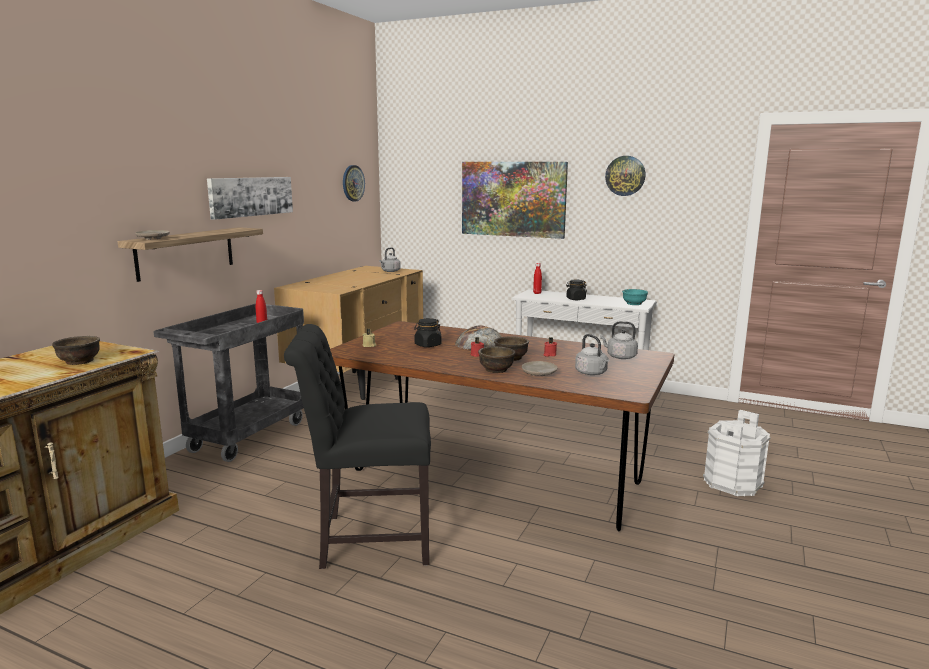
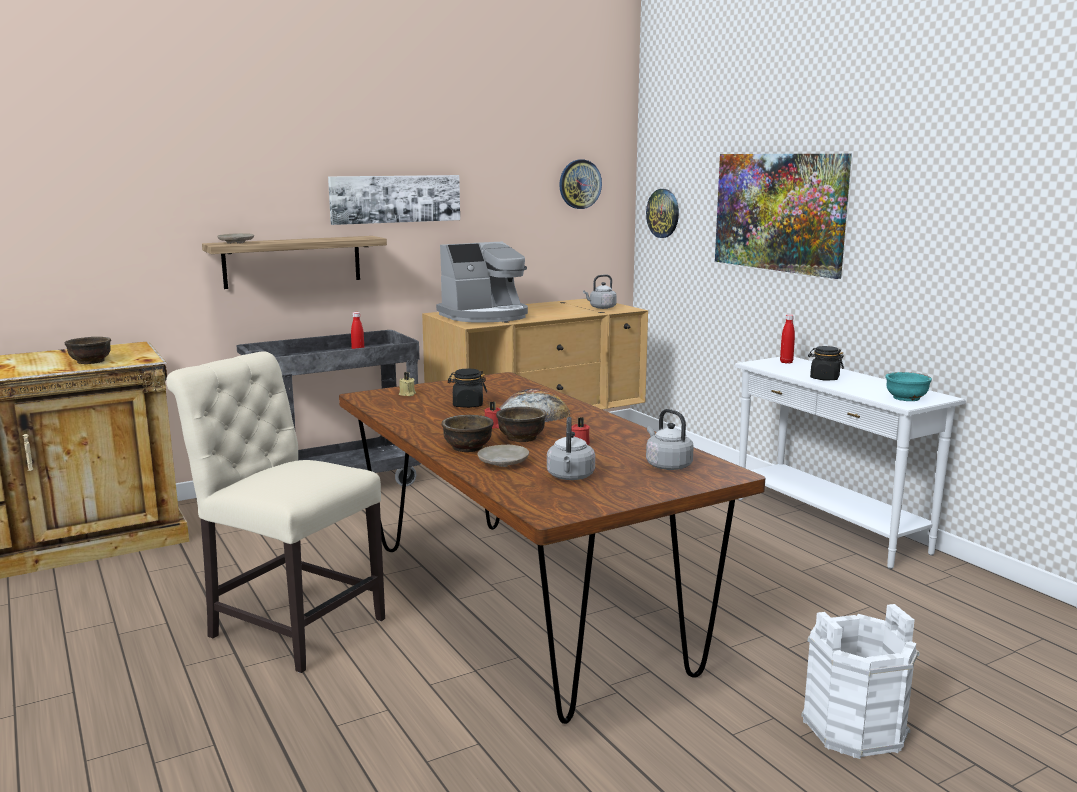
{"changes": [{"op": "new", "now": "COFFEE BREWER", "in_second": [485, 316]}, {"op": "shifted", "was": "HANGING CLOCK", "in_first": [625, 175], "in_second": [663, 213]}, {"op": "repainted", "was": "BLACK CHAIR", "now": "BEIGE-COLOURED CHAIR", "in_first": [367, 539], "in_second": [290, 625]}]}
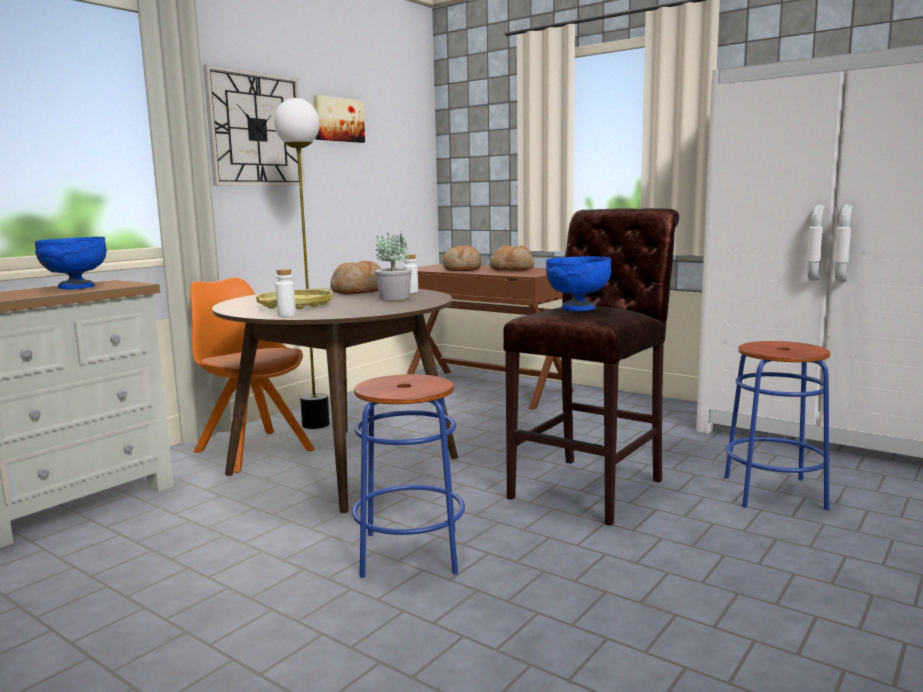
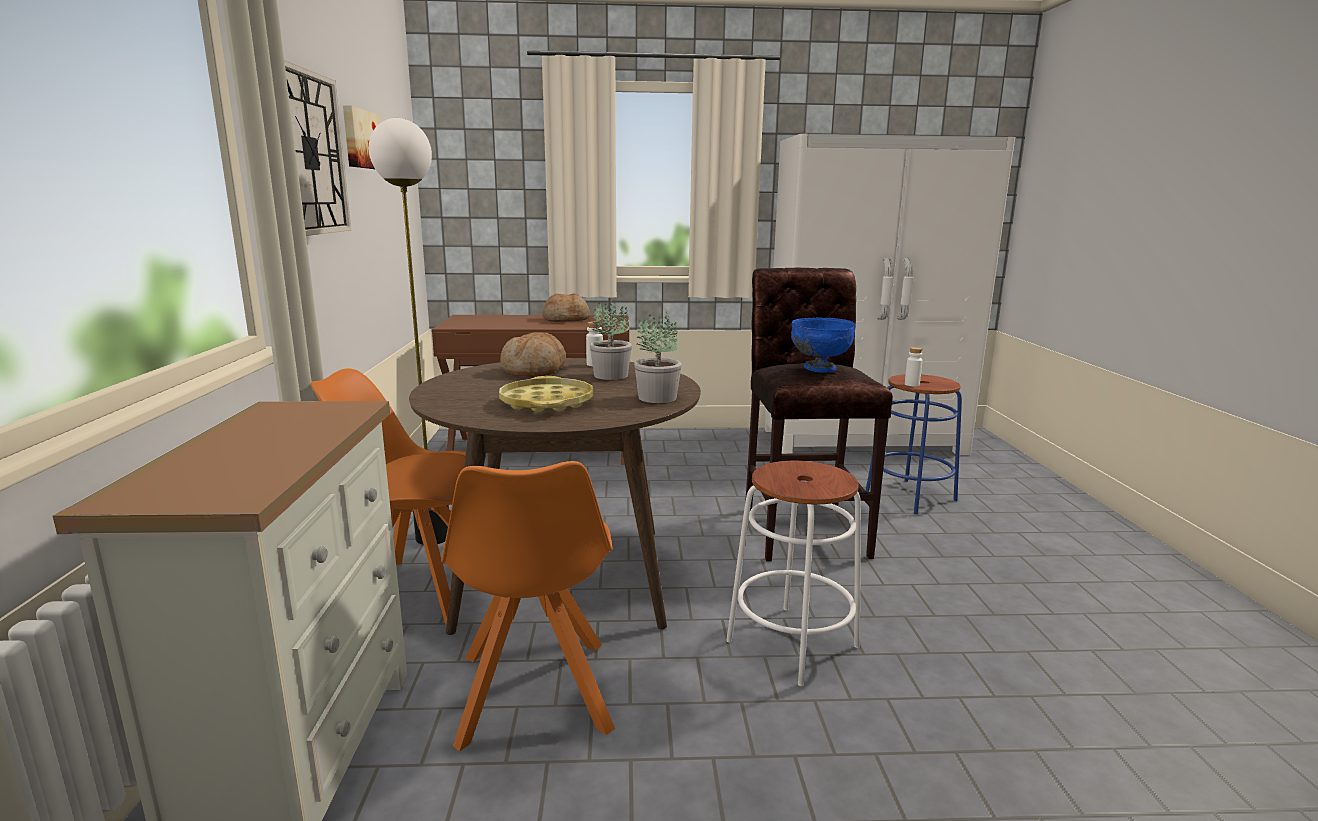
{"changes": [{"op": "gone", "was": "BLUE-COLOURED SERVING BOWL", "in_first": [75, 287]}, {"op": "gone", "was": "BAKERY BREAD", "in_first": [463, 269]}, {"op": "new", "now": "ORANGE CHAIR", "in_second": [533, 695]}, {"op": "new", "now": "HOUSEPLANT", "in_second": [657, 397]}, {"op": "shifted", "was": "WHITE-COLOURED DRINK BOTTLE", "in_first": [286, 315], "in_second": [912, 384]}, {"op": "repainted", "was": "BLUE-COLOURED SITTING STOOL", "now": "WHITE-COLOURED SITTING STOOL", "in_first": [410, 553], "in_second": [792, 643]}]}
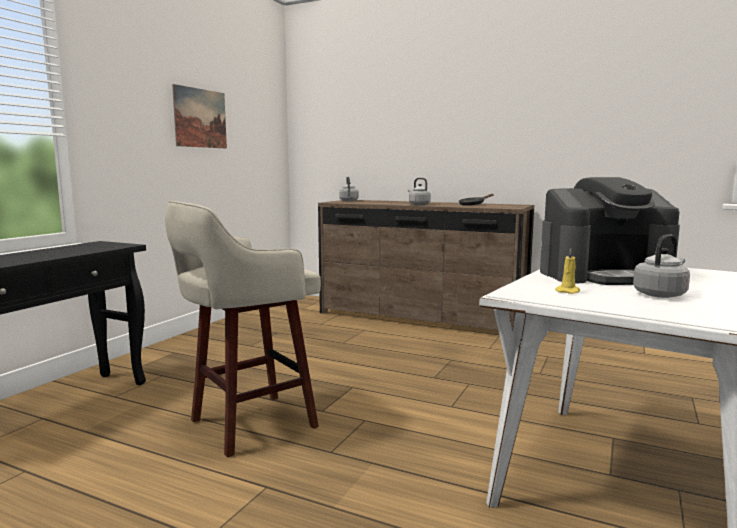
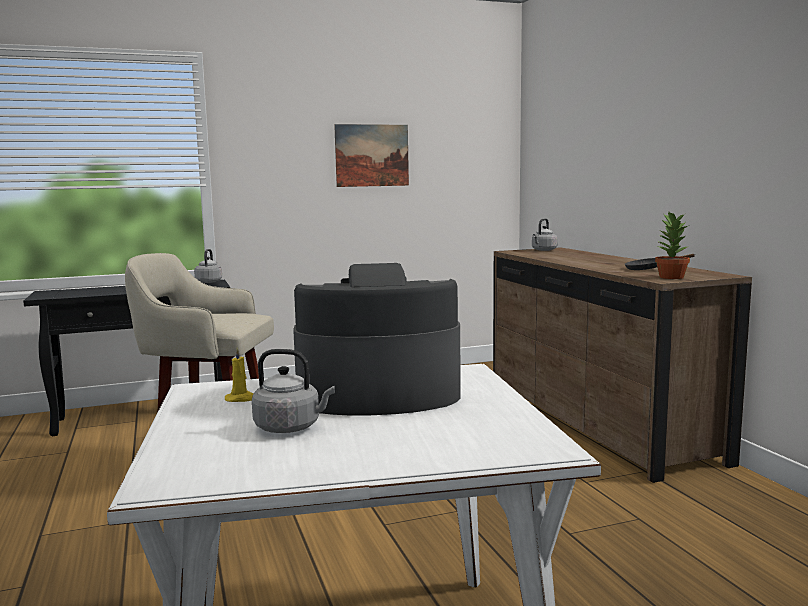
{"changes": [{"op": "new", "now": "HOUSEPLANT", "in_second": [670, 277]}, {"op": "shifted", "was": "GRAY TEA KETTLE", "in_first": [418, 204], "in_second": [209, 281]}, {"op": "rotated", "was": "COFFEE BREWER", "in_first": [604, 275], "in_second": [377, 393], "clockwise": 135}]}
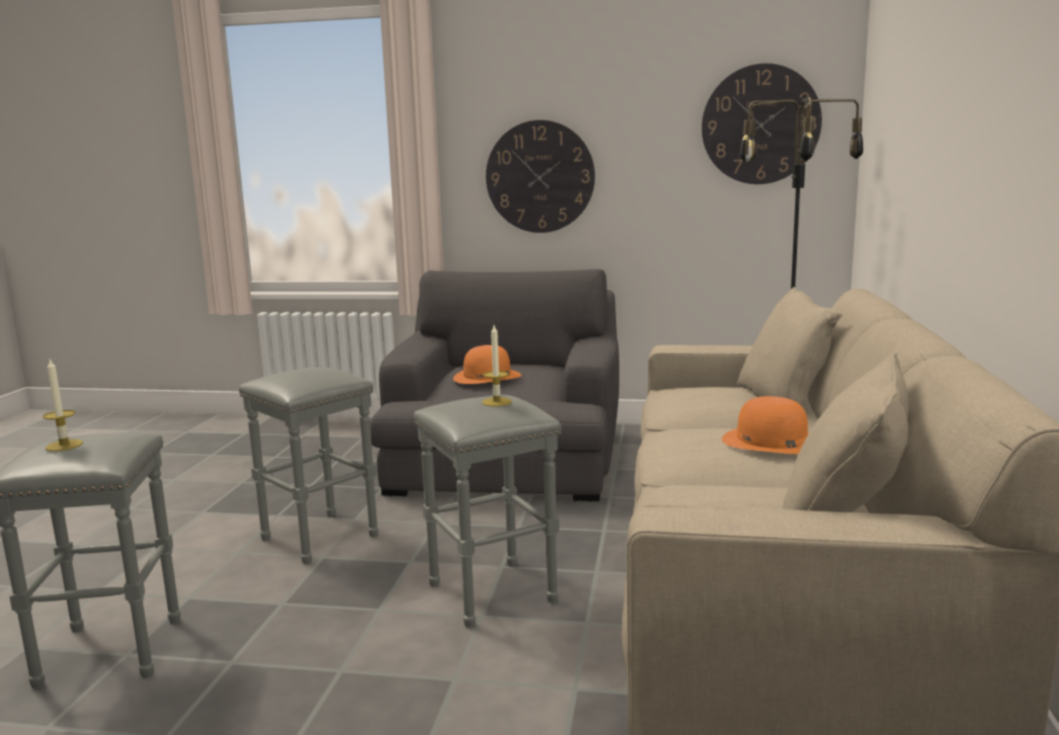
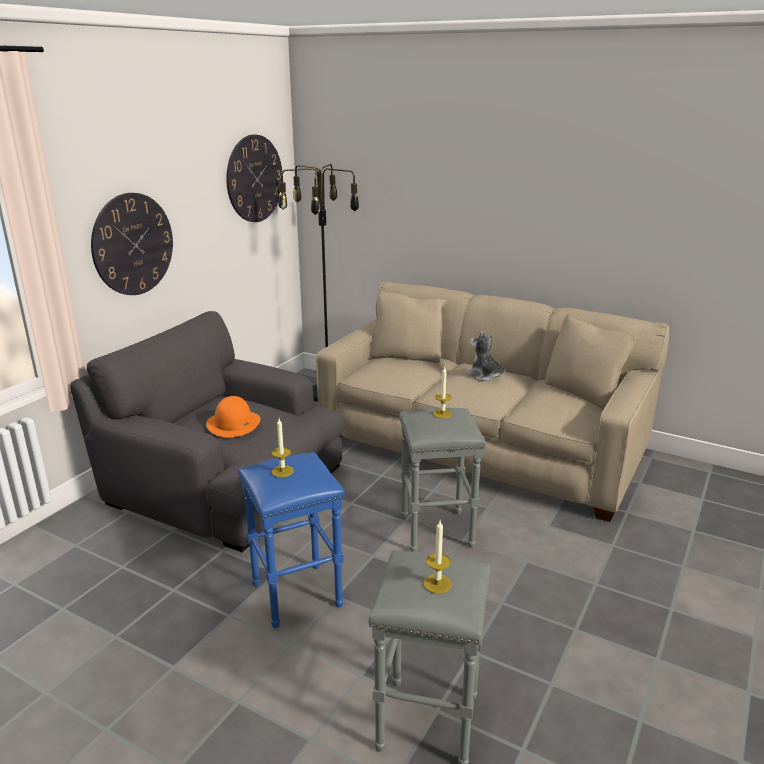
{"changes": [{"op": "new", "now": "CANDLE", "in_second": [282, 471]}, {"op": "swapped", "was": "ORANGE CLOTHING HAT", "now": "CUDDLY TOY", "in_first": [771, 441], "in_second": [484, 376]}, {"op": "repainted", "was": "GRAY SITTING STOOL", "now": "BLUE-COLOURED SITTING STOOL", "in_first": [322, 536], "in_second": [298, 593]}]}
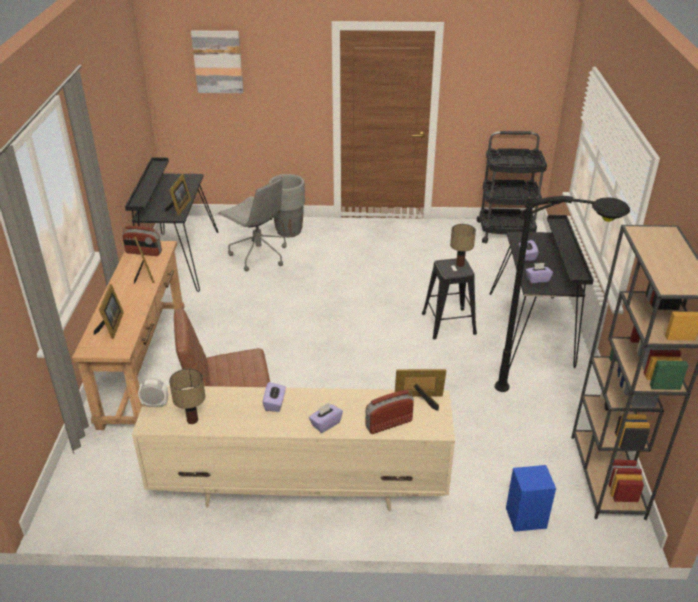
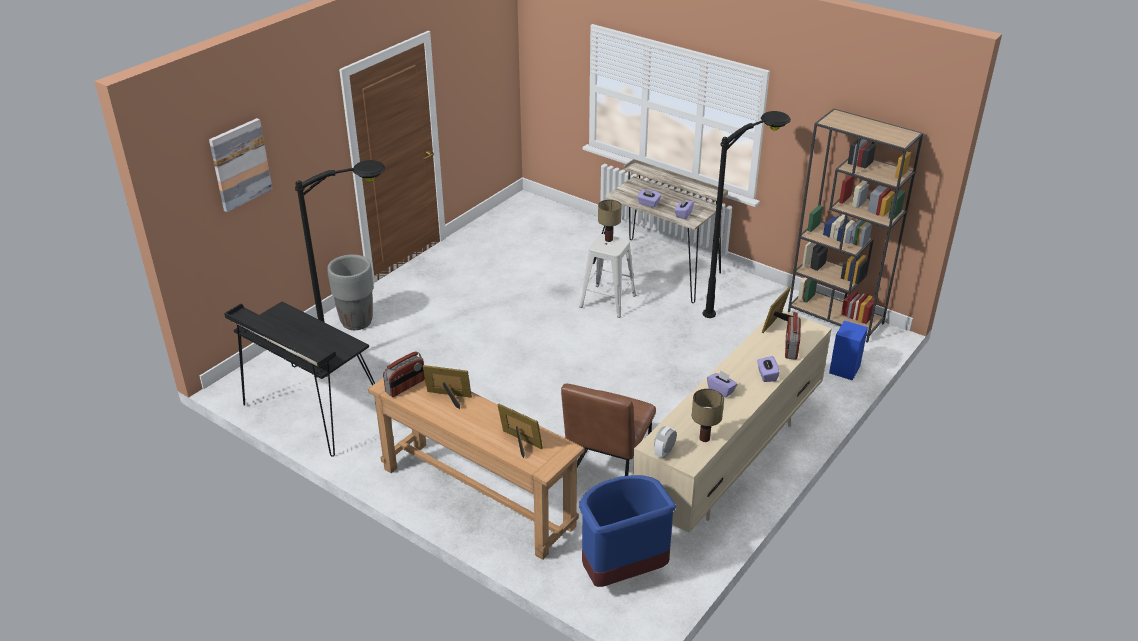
{"changes": [{"op": "gone", "was": "PICTURE FRAME", "in_first": [179, 207]}, {"op": "gone", "was": "BLACK CART", "in_first": [505, 232]}, {"op": "new", "now": "BLUE-COLOURED TRASH CAN", "in_second": [621, 572]}, {"op": "swapped", "was": "GRAY DESK CHAIR", "now": "BLACK FLOOR LAMP", "in_first": [257, 255], "in_second": [373, 358]}, {"op": "repainted", "was": "BLACK SITTING STOOL", "now": "WHITE-COLOURED SITTING STOOL", "in_first": [448, 323], "in_second": [607, 301]}, {"op": "repainted", "was": "BLACK DESK UNIT", "now": "BEIGE-COLOURED DESK UNIT", "in_first": [533, 330], "in_second": [660, 268]}]}
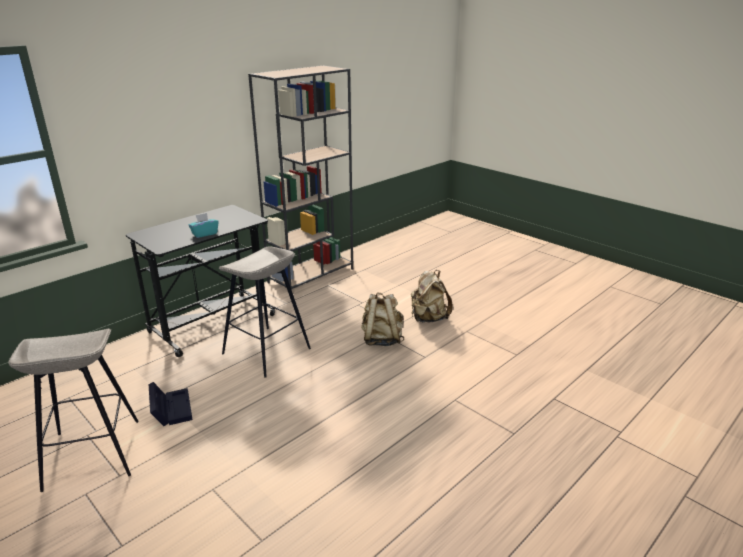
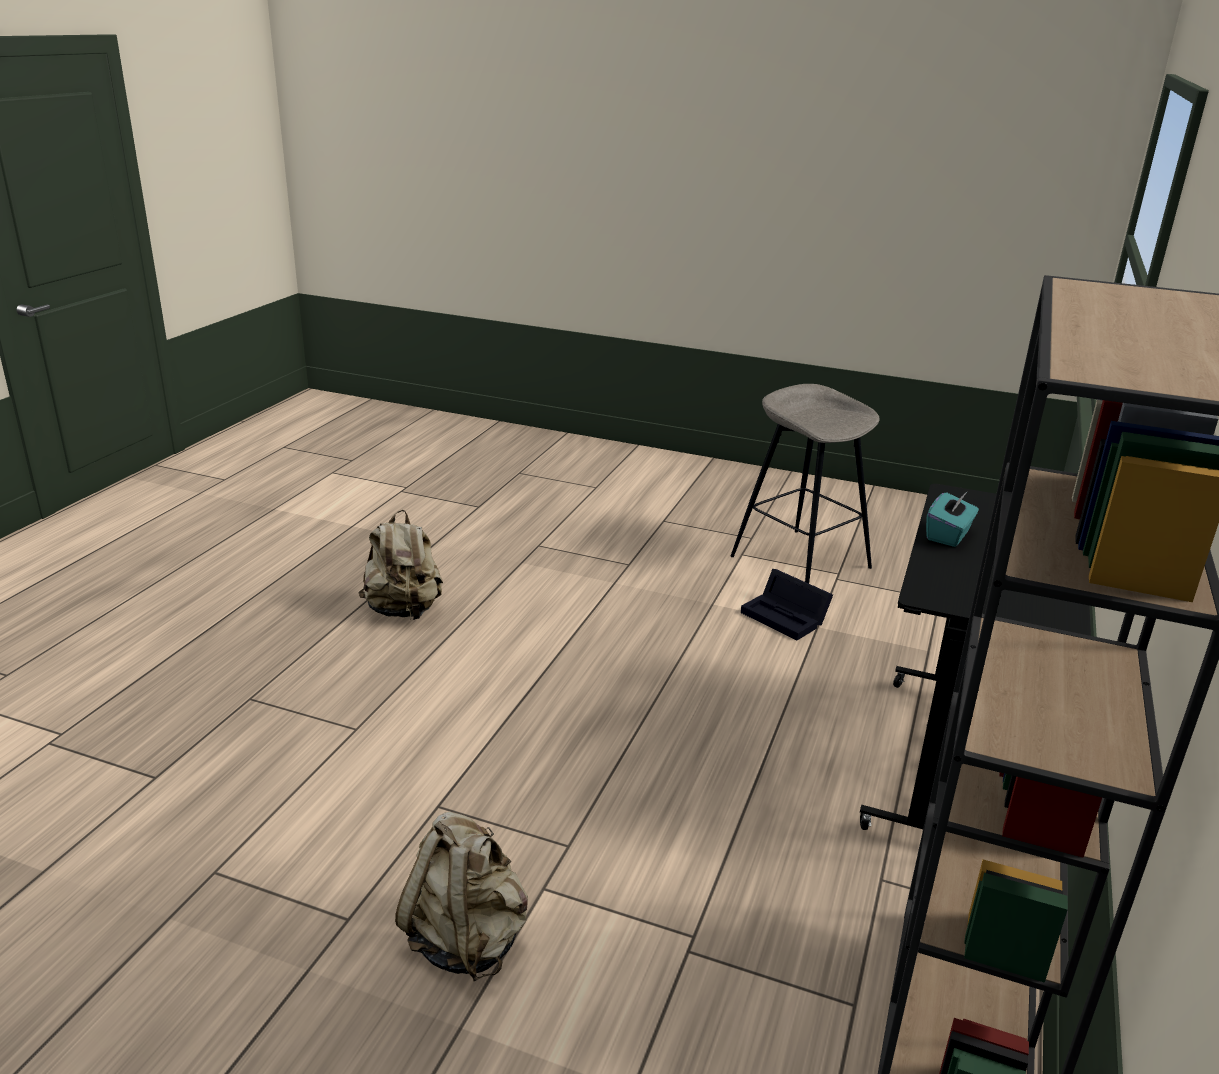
{"changes": [{"op": "gone", "was": "GRAY SITTING STOOL", "in_first": [266, 351]}, {"op": "shifted", "was": "BEIGE-COLOURED BACKPACK", "in_first": [381, 339], "in_second": [404, 610]}]}
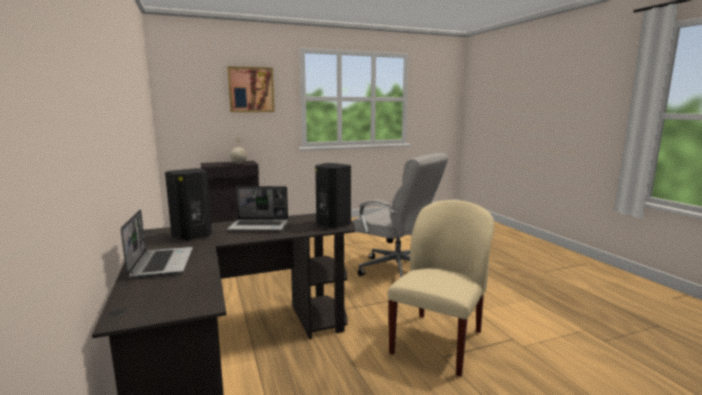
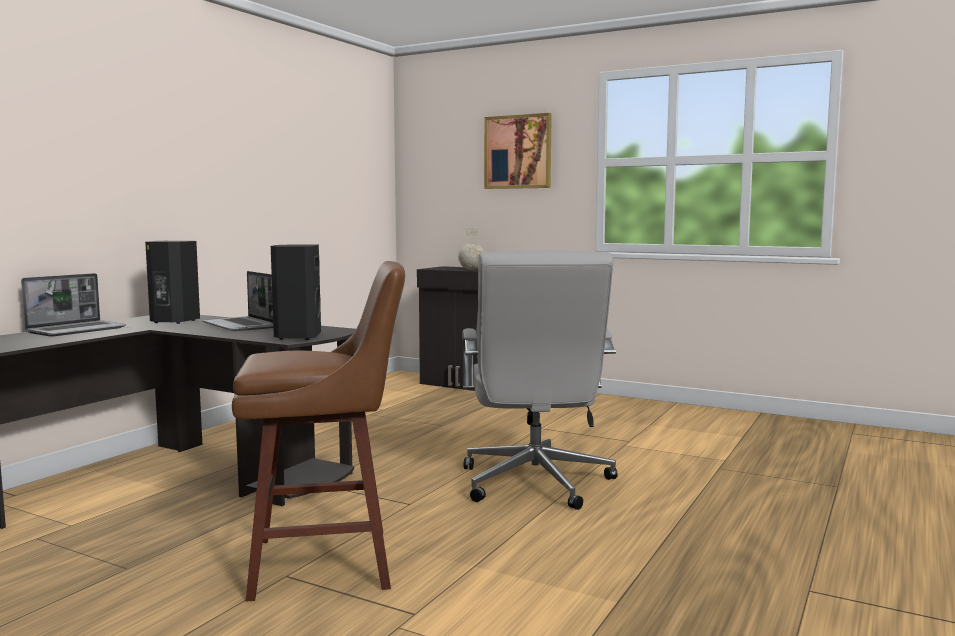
{"changes": [{"op": "swapped", "was": "BEIGE-COLOURED CHAIR", "now": "BROWN SITTING STOOL", "in_first": [438, 341], "in_second": [329, 562]}]}
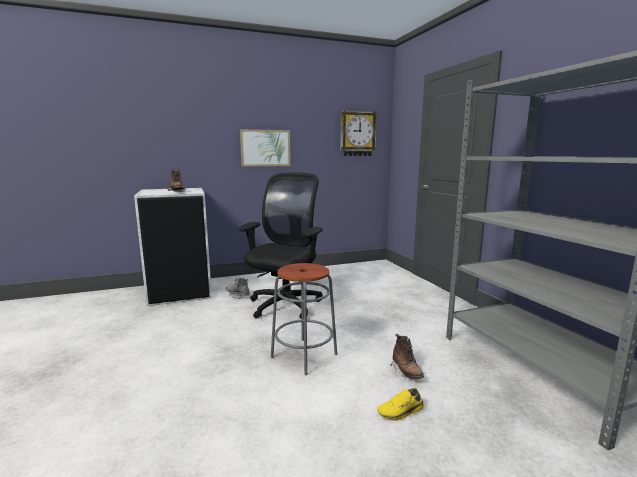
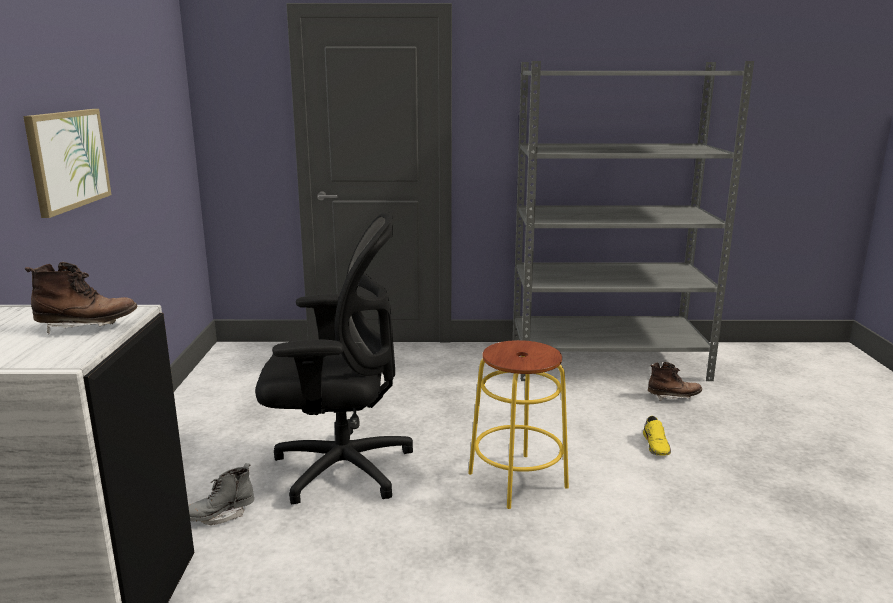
{"changes": [{"op": "gone", "was": "HANGING CLOCK", "in_first": [357, 134]}, {"op": "shifted", "was": "BROWN BOOT", "in_first": [406, 372], "in_second": [673, 397]}, {"op": "repainted", "was": "GRAY SITTING STOOL", "now": "YELLOW-COLOURED SITTING STOOL", "in_first": [304, 355], "in_second": [517, 480]}, {"op": "rotated", "was": "BLACK DESK CHAIR", "in_first": [284, 307], "in_second": [334, 470], "clockwise": 135}]}
